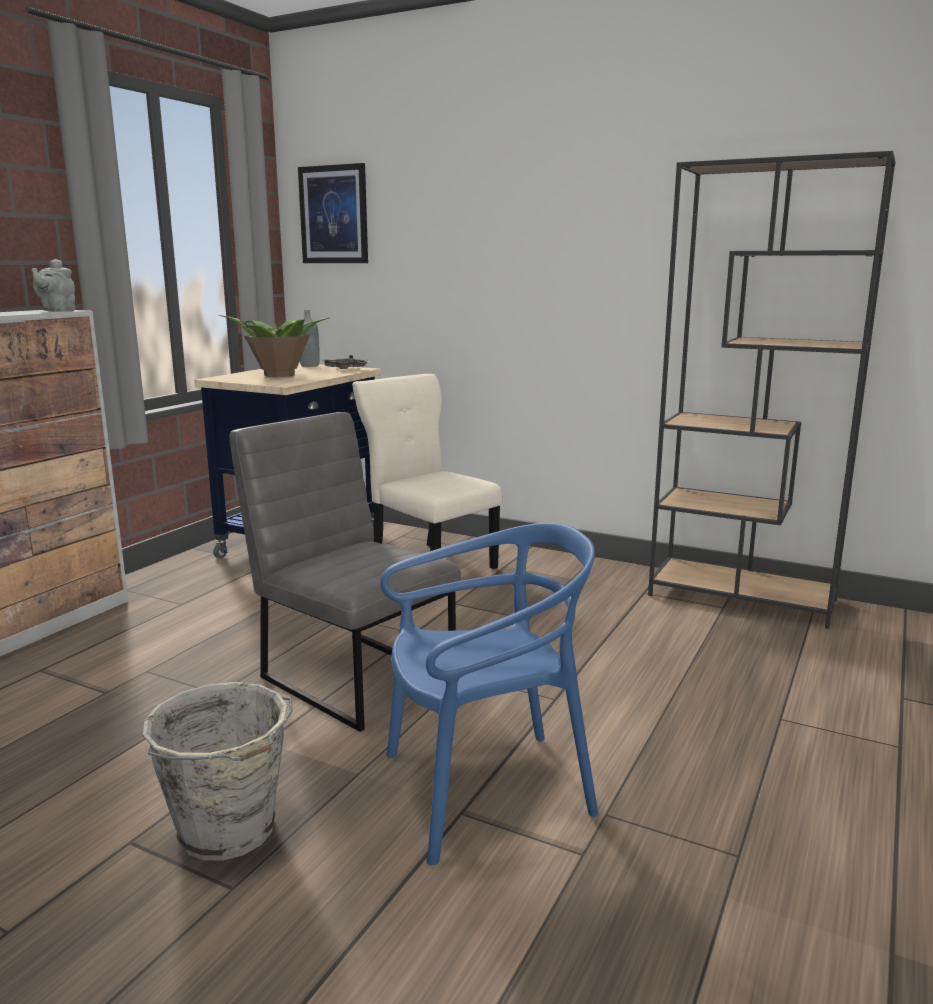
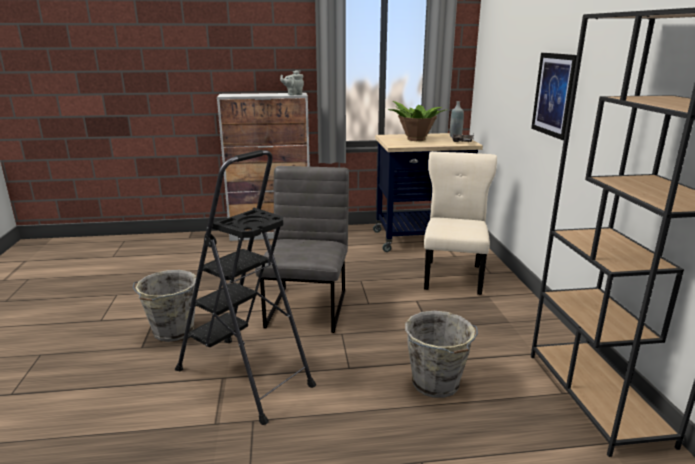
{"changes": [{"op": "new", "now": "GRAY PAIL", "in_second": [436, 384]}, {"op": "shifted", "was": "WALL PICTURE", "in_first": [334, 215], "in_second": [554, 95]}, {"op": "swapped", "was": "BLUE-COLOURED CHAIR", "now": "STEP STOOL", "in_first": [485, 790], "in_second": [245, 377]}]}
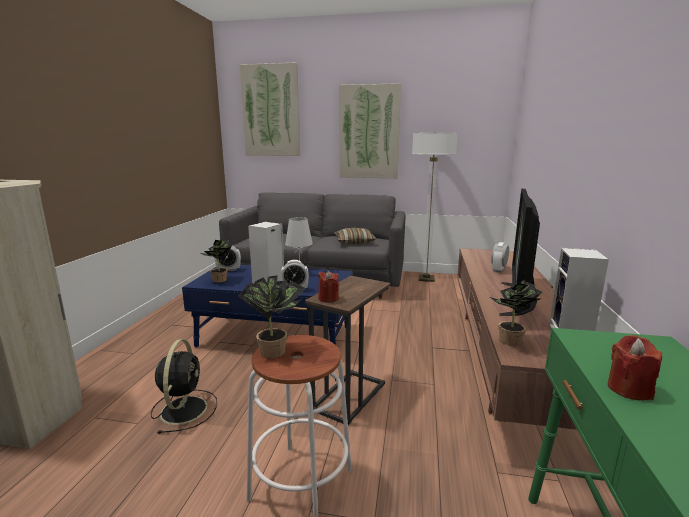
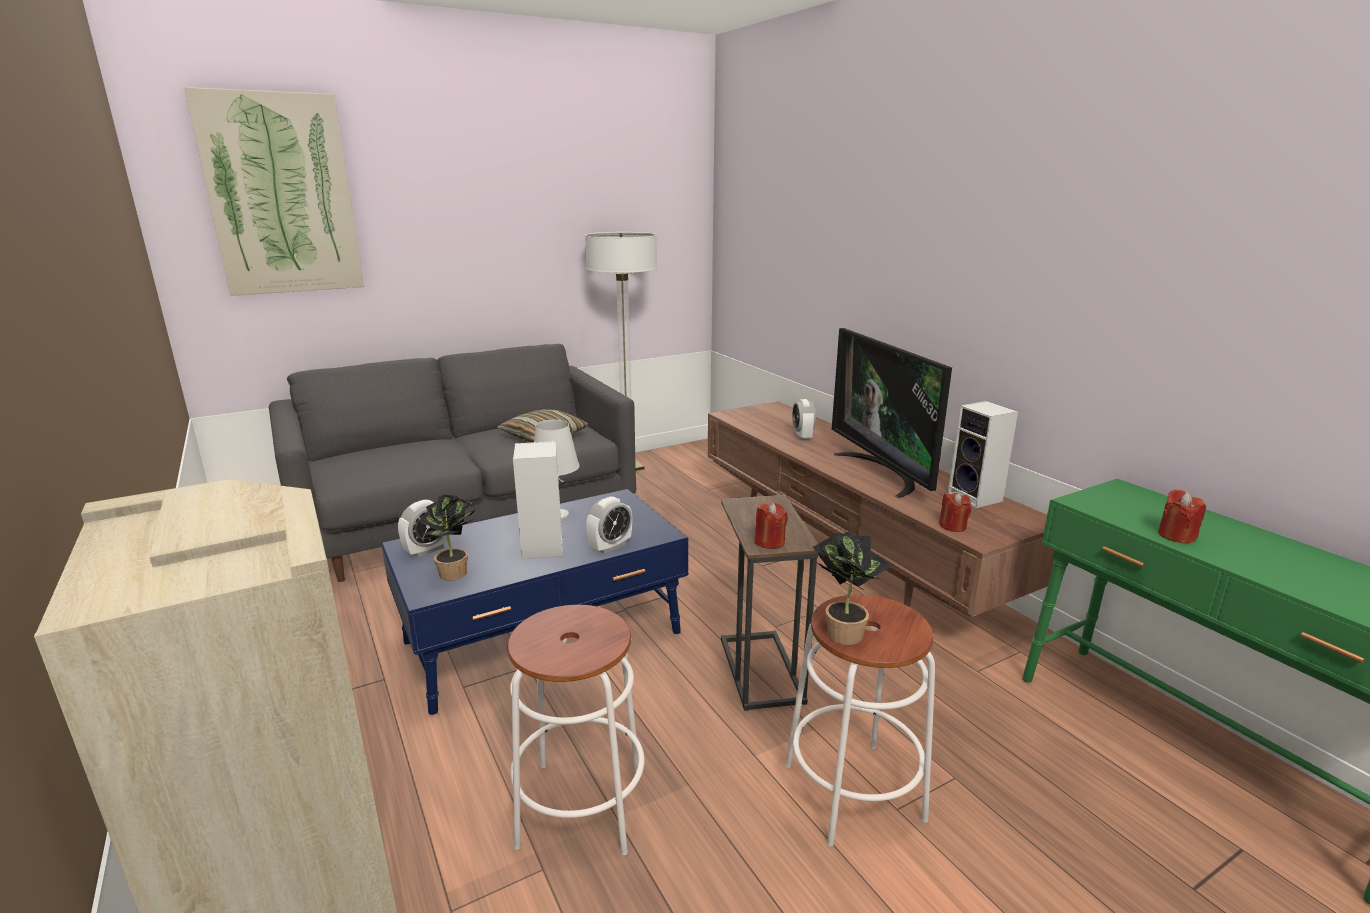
{"changes": [{"op": "gone", "was": "WALL PICTURE", "in_first": [369, 132]}, {"op": "swapped", "was": "BLACK ELECTRIC FAN", "now": "WHITE-COLOURED SITTING STOOL", "in_first": [184, 409], "in_second": [581, 806]}, {"op": "swapped", "was": "HOUSEPLANT", "now": "RED CANDLE", "in_first": [510, 342], "in_second": [953, 526]}]}
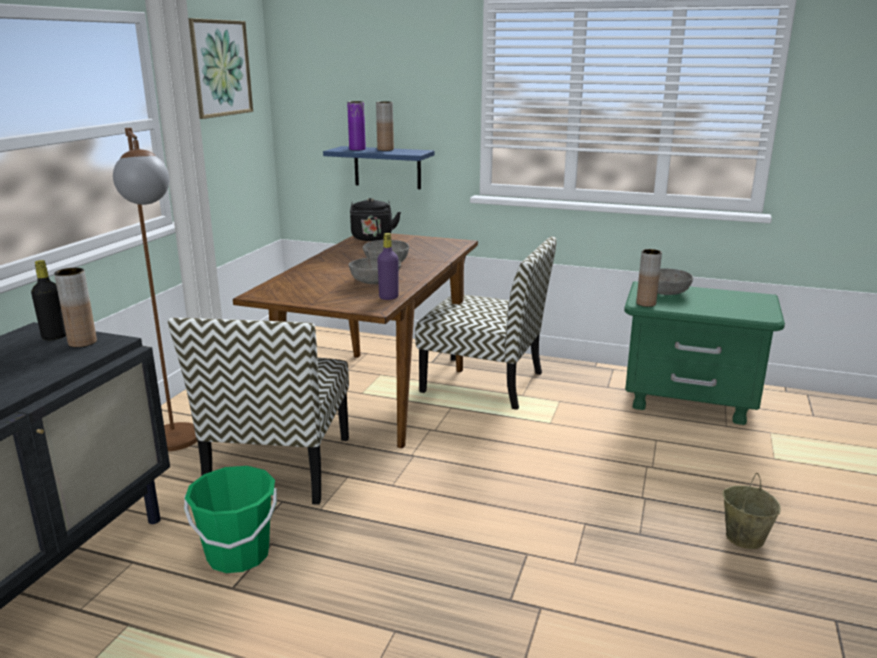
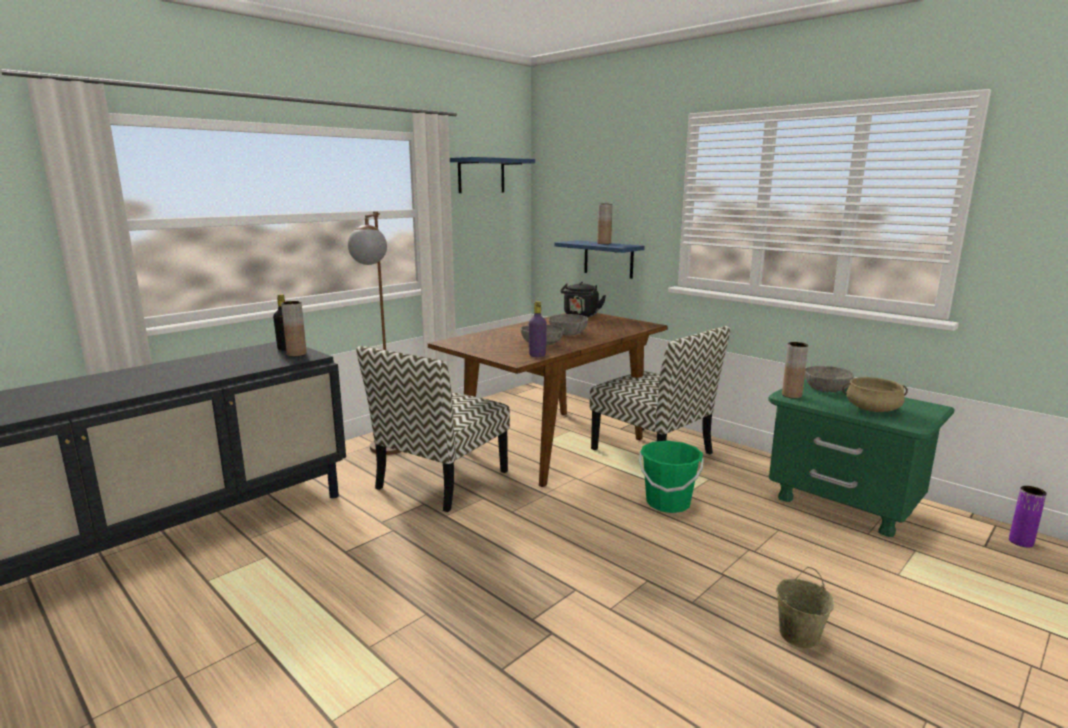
{"changes": [{"op": "new", "now": "BEIGE-COLOURED STOCKPOT", "in_second": [872, 409]}, {"op": "shifted", "was": "GREENISH PAIL", "in_first": [238, 555], "in_second": [668, 503]}, {"op": "shifted", "was": "PURPLISH VASE", "in_first": [357, 149], "in_second": [1021, 542]}, {"op": "swapped", "was": "WALL PICTURE", "now": "BLUE-COLOURED WALL SHELF", "in_first": [218, 68], "in_second": [481, 175]}]}
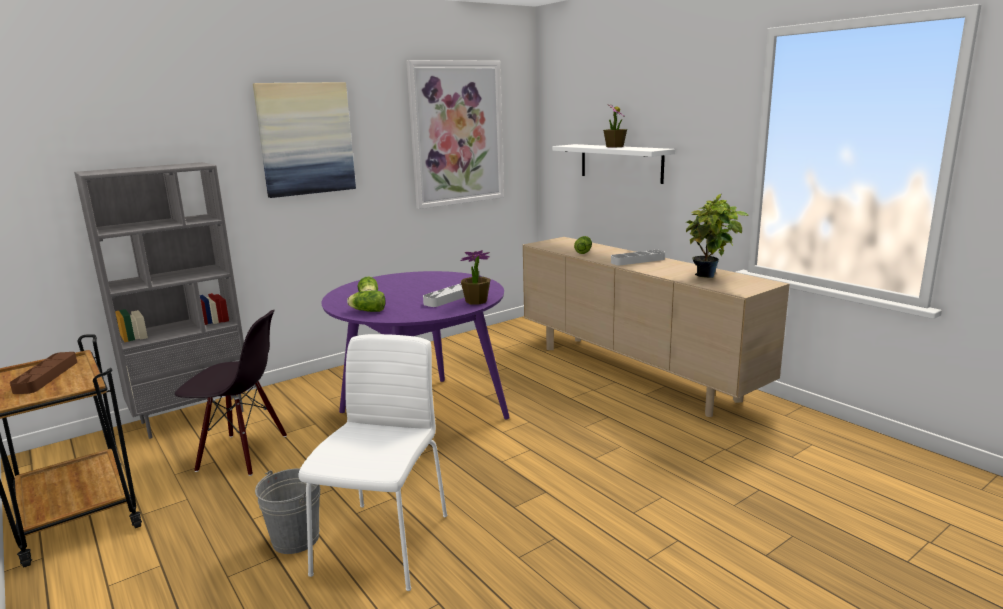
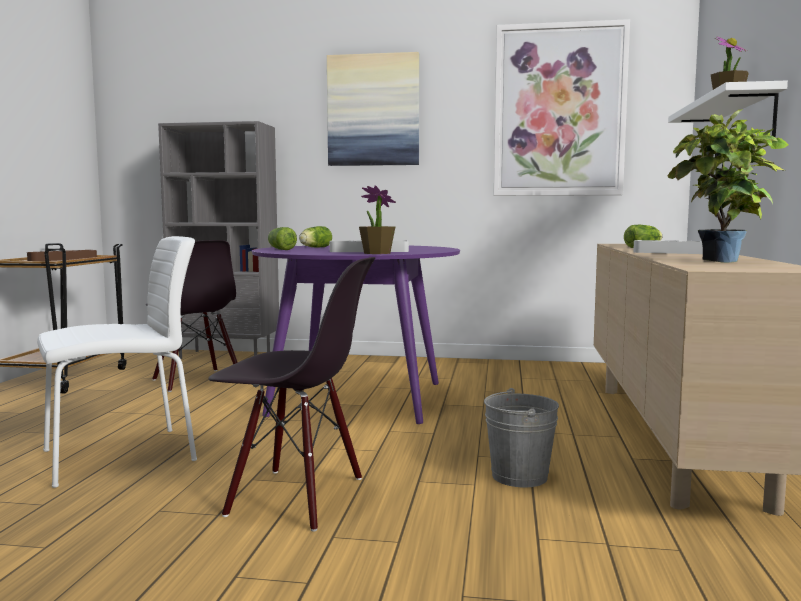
{"changes": [{"op": "new", "now": "BLACK CHAIR", "in_second": [296, 497]}, {"op": "shifted", "was": "GRAY PAIL", "in_first": [295, 539], "in_second": [519, 476]}]}
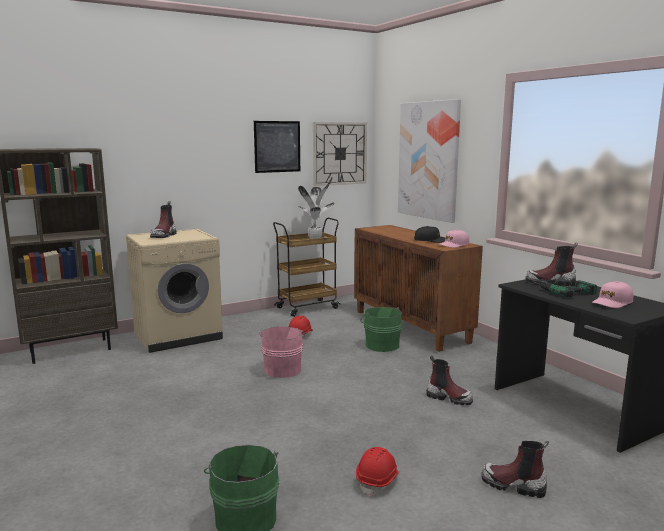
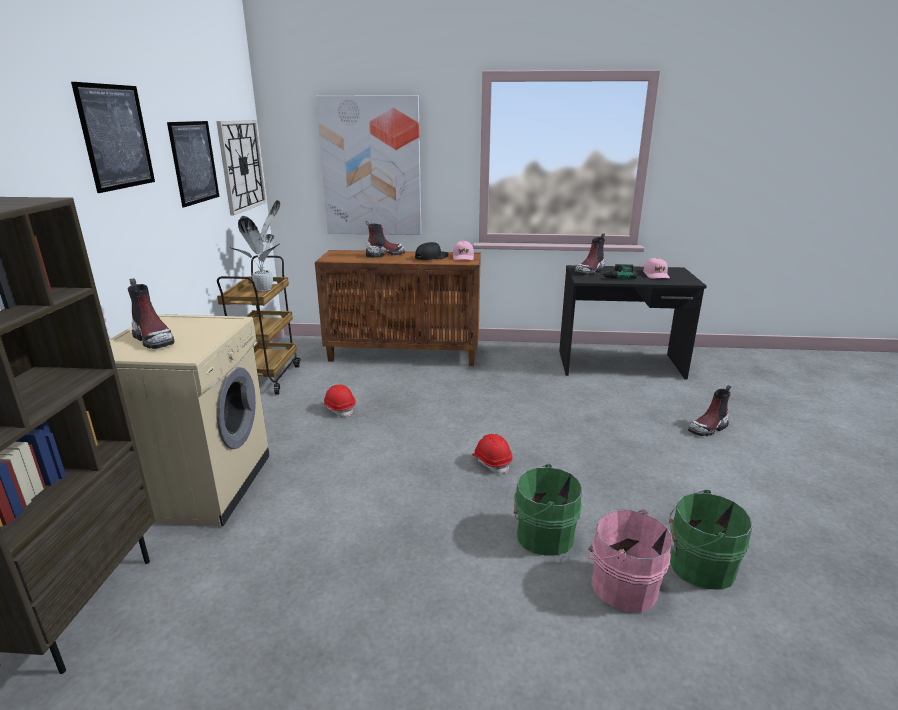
{"changes": [{"op": "new", "now": "WALL PICTURE", "in_second": [116, 137]}, {"op": "shifted", "was": "PINK PAIL", "in_first": [283, 369], "in_second": [621, 585]}, {"op": "shifted", "was": "RED HARD HAT", "in_first": [378, 481], "in_second": [491, 462]}, {"op": "shifted", "was": "GREENISH PAIL", "in_first": [381, 345], "in_second": [542, 535]}, {"op": "shifted", "was": "BOOT", "in_first": [449, 398], "in_second": [384, 254]}]}
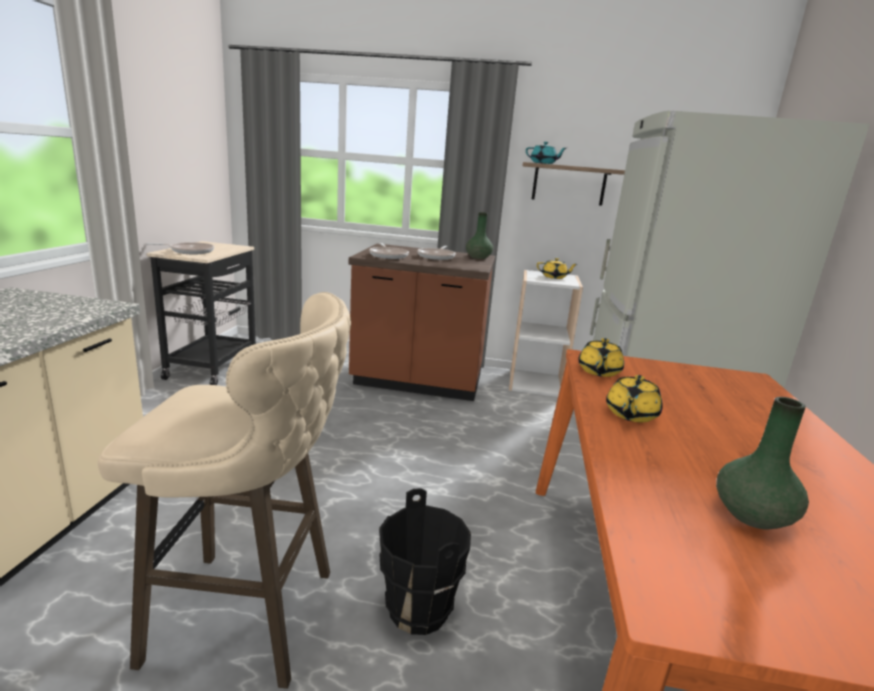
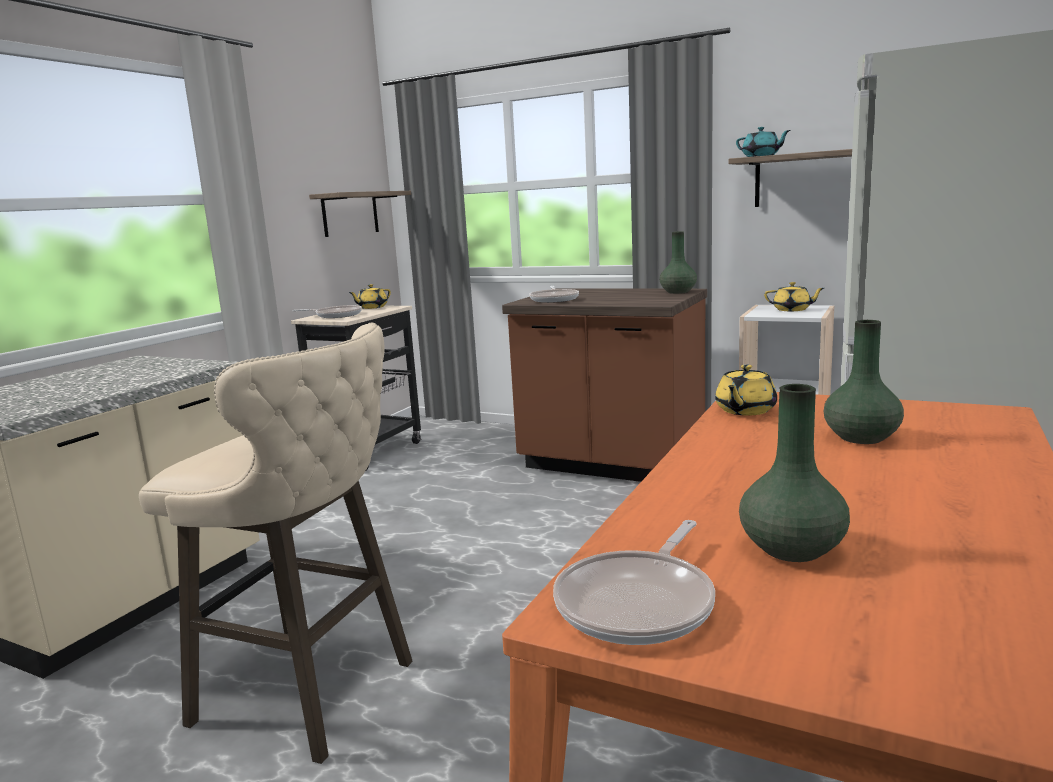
{"changes": [{"op": "gone", "was": "BLACK PAIL", "in_first": [418, 610]}, {"op": "new", "now": "WALL SHELF", "in_second": [350, 214]}, {"op": "new", "now": "GREENISH VASE", "in_second": [860, 438]}, {"op": "shifted", "was": "PAN", "in_first": [437, 257], "in_second": [639, 603]}, {"op": "shifted", "was": "YELLOW-COLOURED POT FOR TEA", "in_first": [630, 414], "in_second": [372, 307]}]}
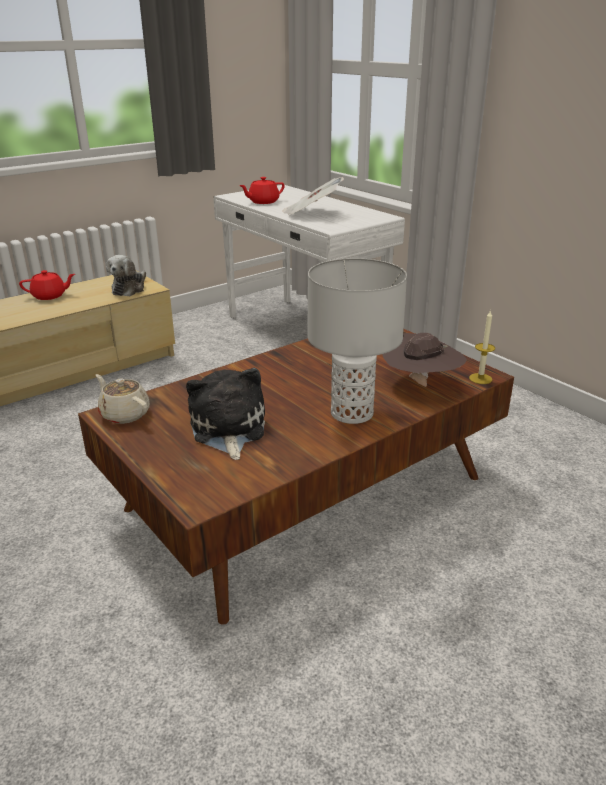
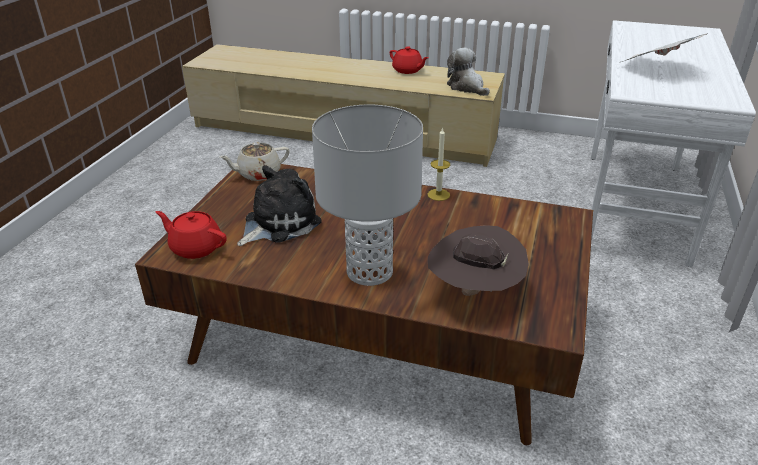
{"changes": [{"op": "shifted", "was": "RED POT FOR TEA", "in_first": [263, 202], "in_second": [195, 247]}, {"op": "shifted", "was": "CANDLE", "in_first": [480, 378], "in_second": [438, 195]}, {"op": "rotated", "was": "BEIGE-COLOURED POT FOR TEA", "in_first": [124, 414], "in_second": [258, 174], "clockwise": -120}, {"op": "rotated", "was": "CUDDLY TOY", "in_first": [129, 288], "in_second": [467, 87], "clockwise": 75}]}
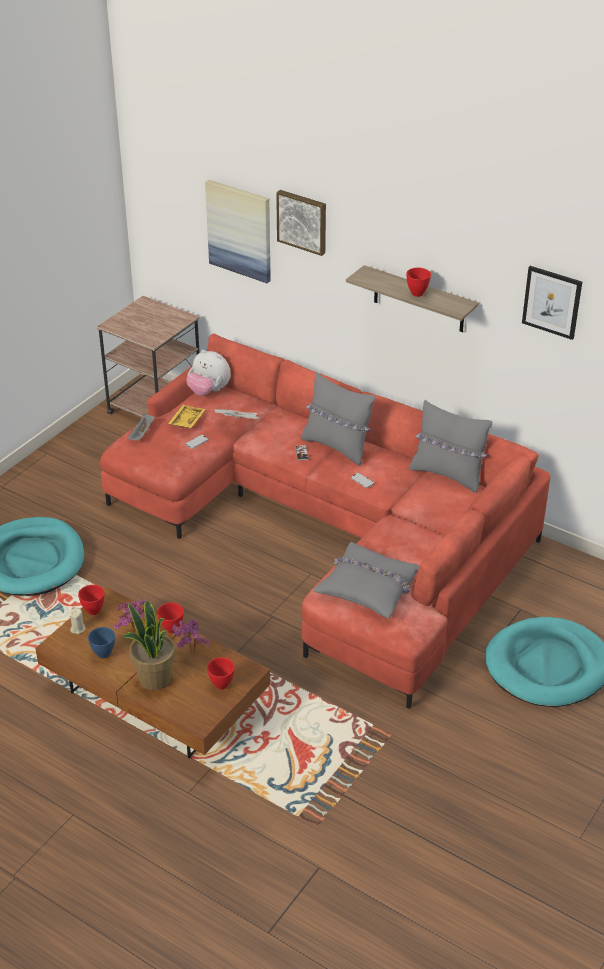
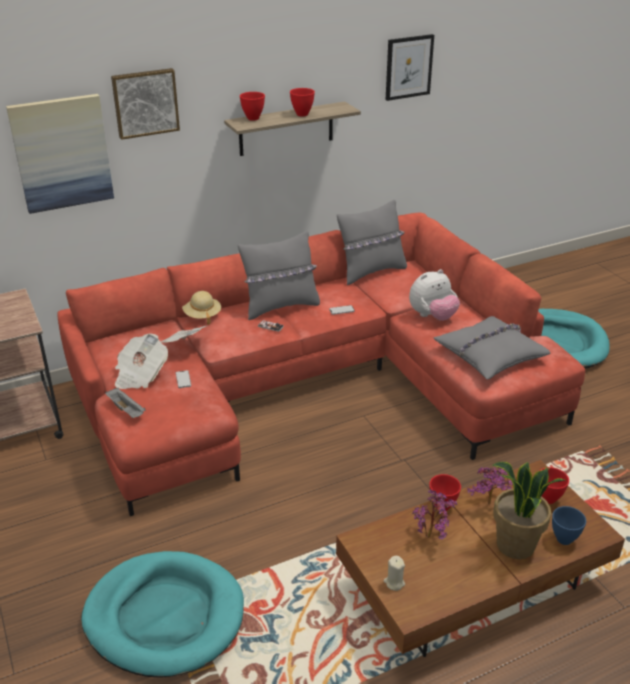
{"changes": [{"op": "new", "now": "BEIGE-COLOURED CLOTHING HAT", "in_second": [202, 315]}, {"op": "shifted", "was": "RED SERVING BOWL", "in_first": [93, 611], "in_second": [253, 118]}, {"op": "shifted", "was": "BLUE-COLOURED SERVING BOWL", "in_first": [103, 654], "in_second": [564, 540]}, {"op": "shifted", "was": "CUDDLY TOY", "in_first": [209, 391], "in_second": [432, 316]}, {"op": "swapped", "was": "YELLOW-COLOURED CARRYING TRAY", "now": "NEWSPAPER", "in_first": [186, 421], "in_second": [140, 375]}]}
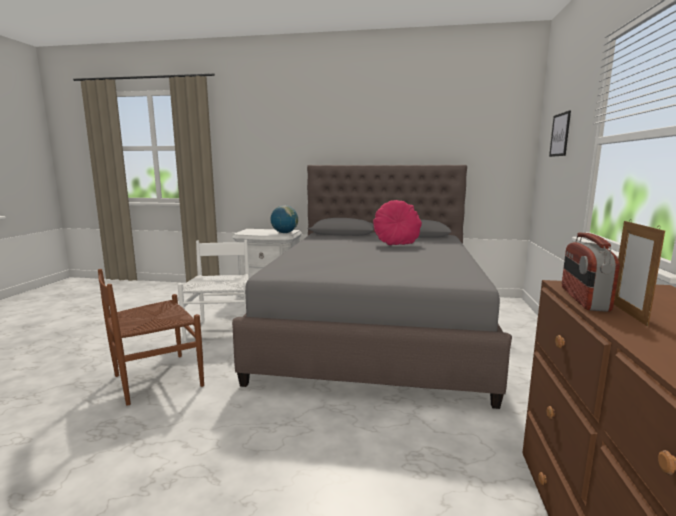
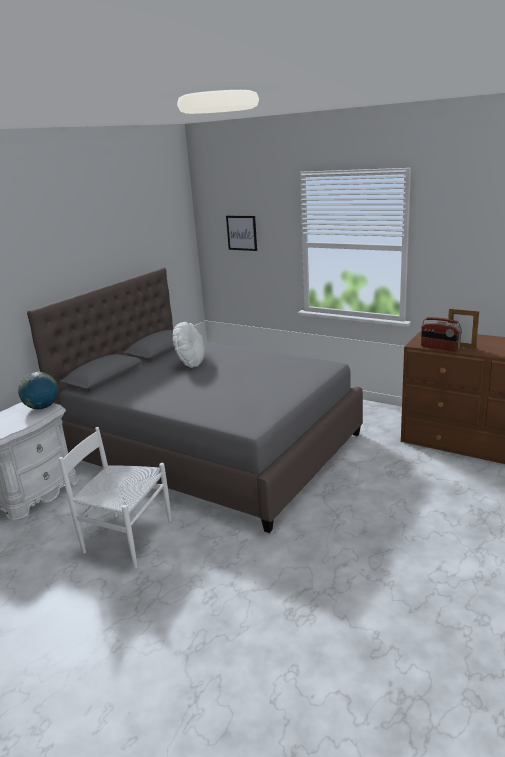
{"changes": [{"op": "gone", "was": "BROWN CHAIR", "in_first": [156, 380]}, {"op": "repainted", "was": "PINK CUSHION", "now": "WHITE-COLOURED CUSHION", "in_first": [396, 244], "in_second": [191, 364]}]}
